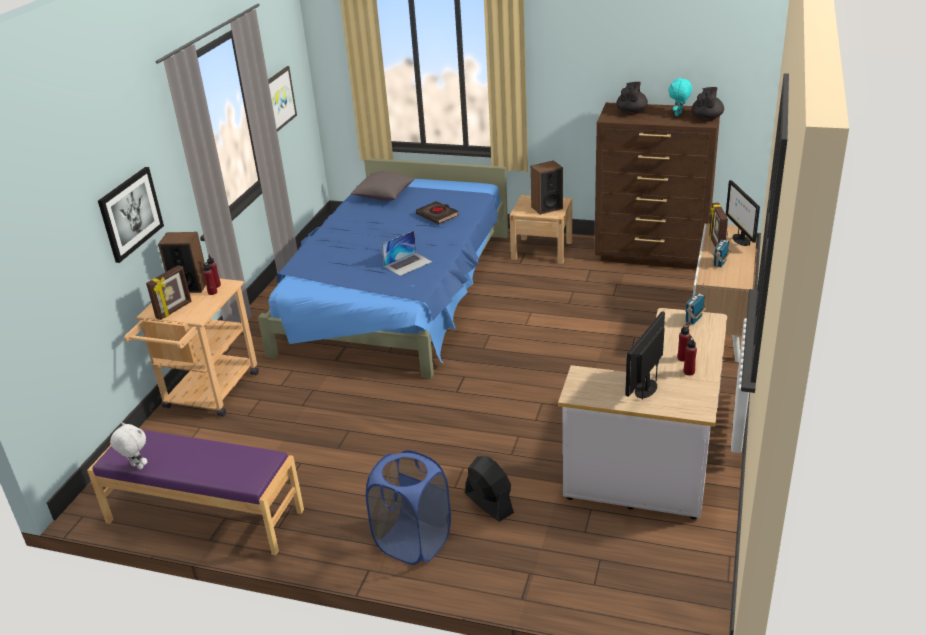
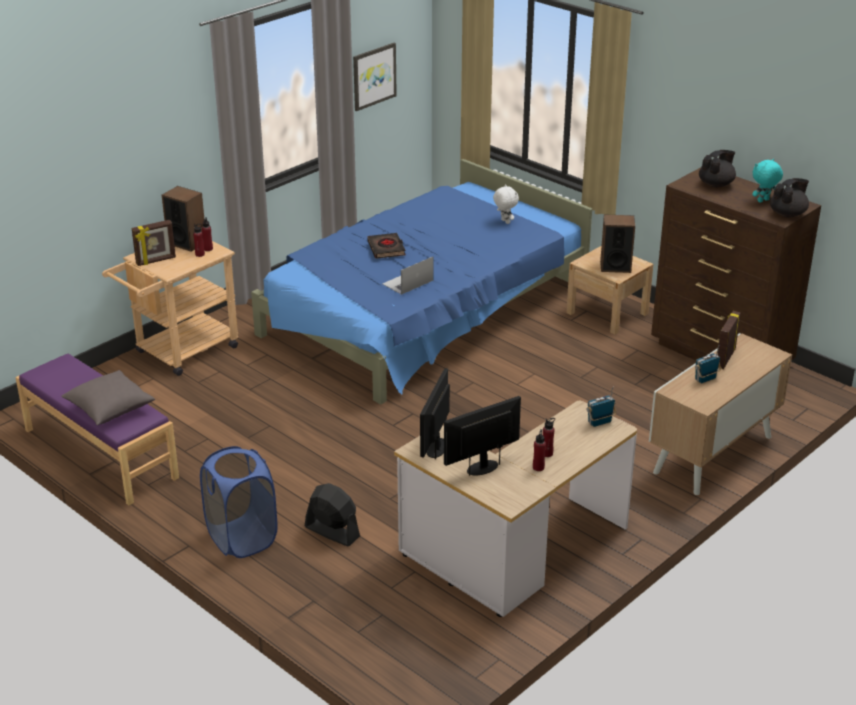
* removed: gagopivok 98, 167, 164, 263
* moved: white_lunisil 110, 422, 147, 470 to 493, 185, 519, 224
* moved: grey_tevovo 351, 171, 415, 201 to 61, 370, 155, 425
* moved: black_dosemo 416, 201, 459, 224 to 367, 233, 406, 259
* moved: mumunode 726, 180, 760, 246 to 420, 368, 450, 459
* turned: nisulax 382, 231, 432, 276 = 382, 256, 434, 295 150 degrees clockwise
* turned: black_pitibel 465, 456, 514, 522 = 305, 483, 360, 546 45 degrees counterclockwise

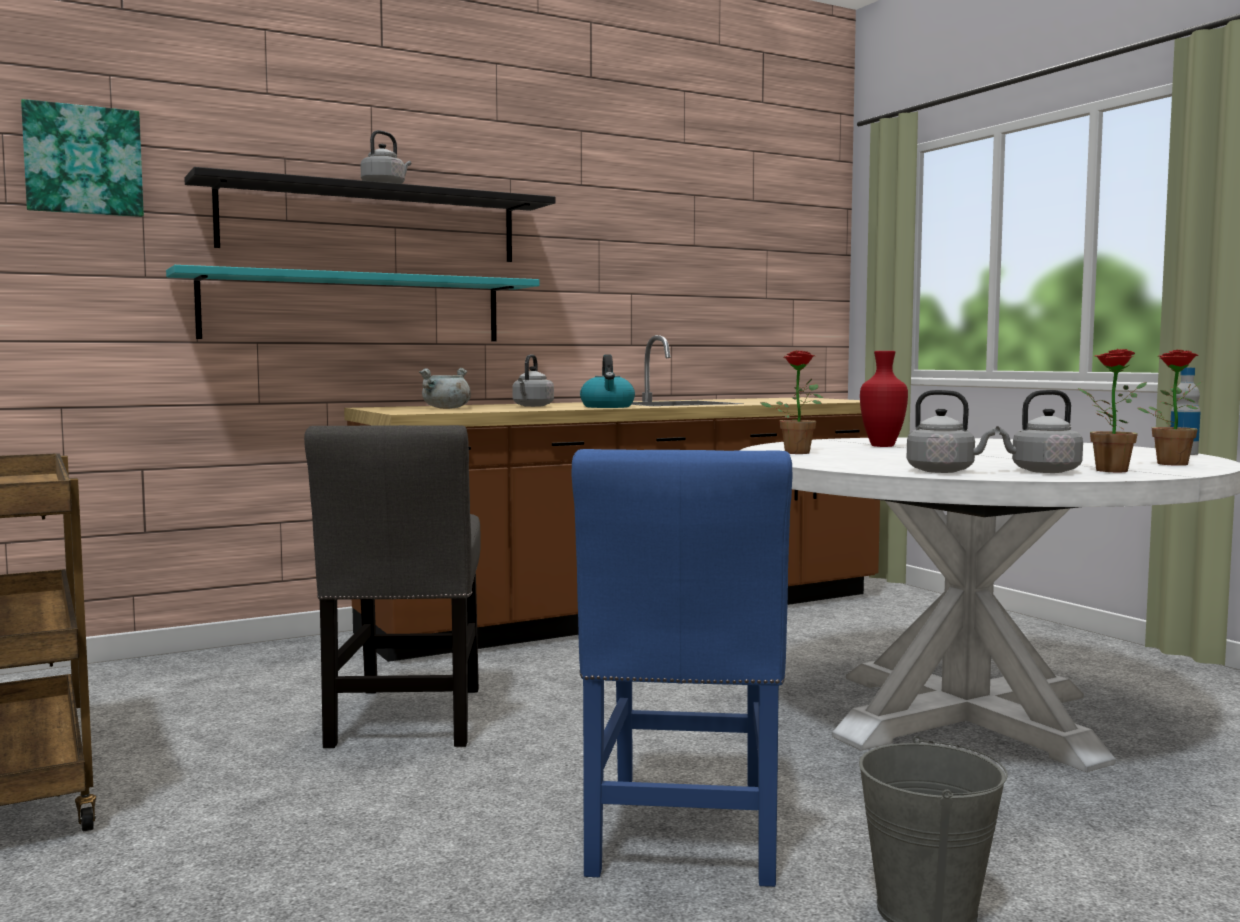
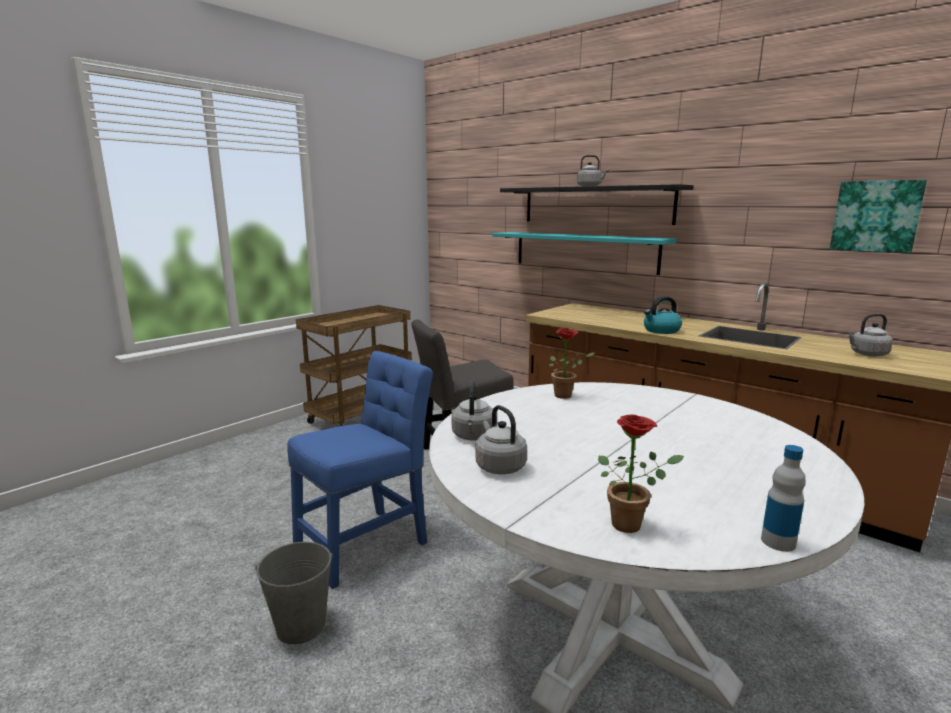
* removed: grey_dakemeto 419, 368, 471, 409
* removed: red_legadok 860, 351, 908, 447
* removed: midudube 1078, 349, 1147, 472
* moved: gagopivok 21, 99, 144, 217 to 830, 180, 927, 253
* moved: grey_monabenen 512, 354, 554, 407 to 846, 314, 893, 356
* turned: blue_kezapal 572, 449, 792, 887 = 287, 351, 433, 589 150 degrees clockwise

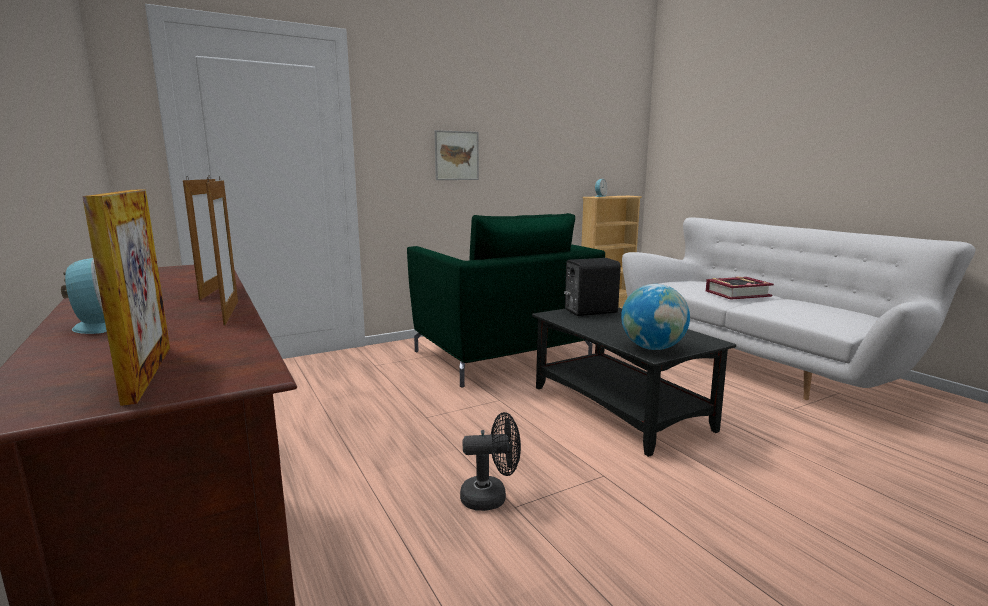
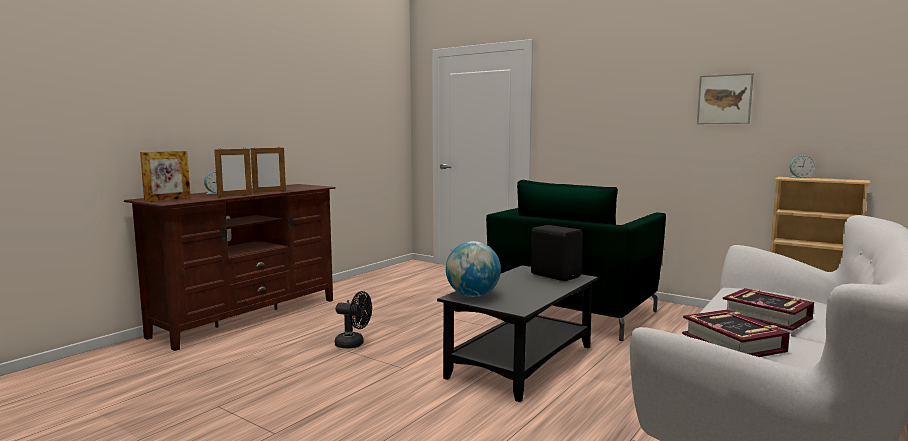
* added: dosemo 682, 310, 790, 357
* moved: gagopivok 434, 130, 479, 180 to 697, 73, 754, 124
* turned: black_pitibel 460, 412, 521, 511 = 335, 291, 372, 348 45 degrees counterclockwise

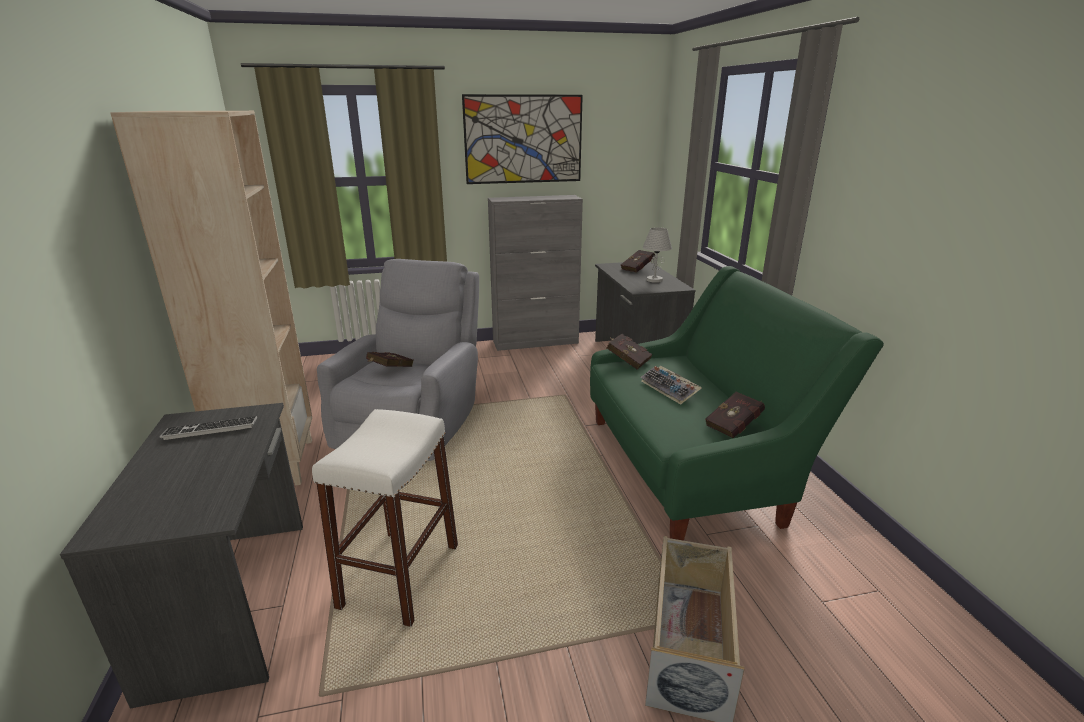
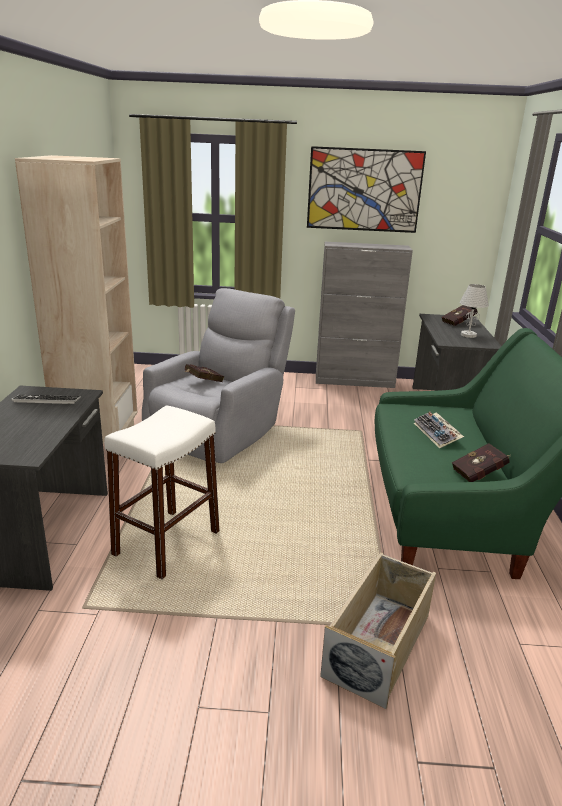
* removed: red_dosemo 607, 334, 652, 370

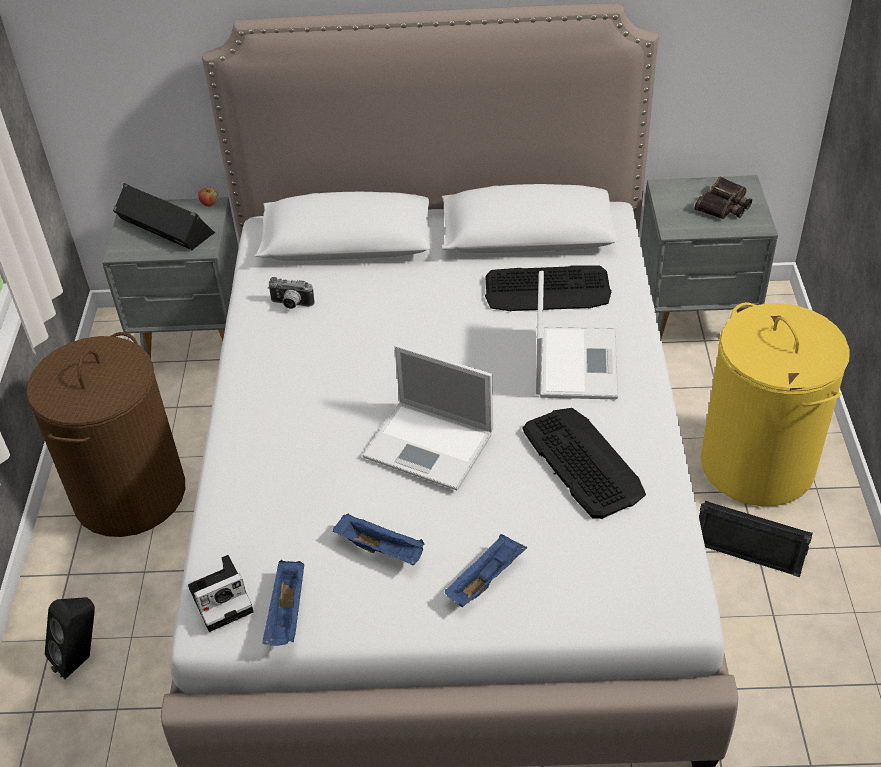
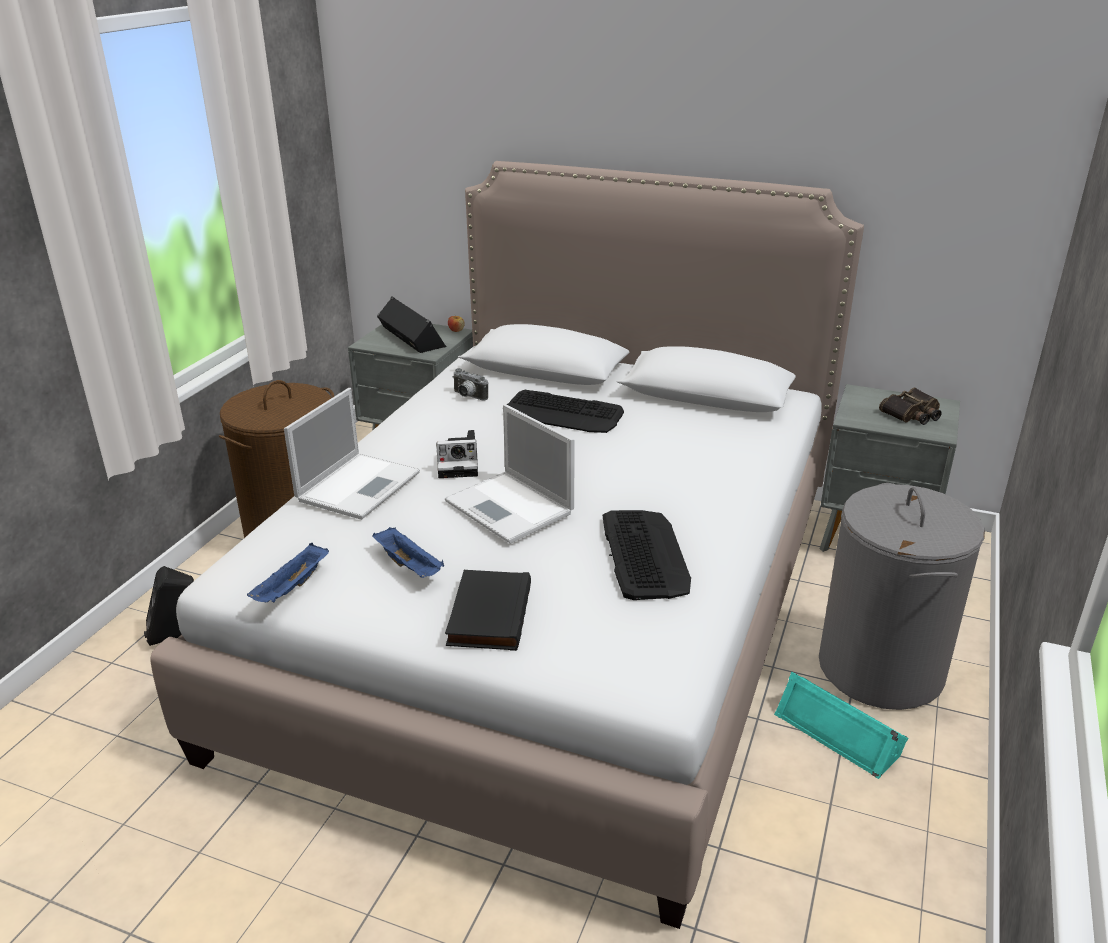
* moved: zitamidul 188, 555, 254, 632 to 436, 430, 478, 478
* moved: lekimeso 485, 266, 612, 311 to 506, 390, 624, 433
* moved: nisulax 536, 271, 619, 400 to 284, 388, 420, 520
* replaced: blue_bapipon 445, 534, 527, 607 to black_dosemo 445, 570, 531, 651
* recoloured: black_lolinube 699, 501, 813, 577 to turquoise_lolinube 774, 672, 908, 779
* recoloured: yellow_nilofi 701, 302, 850, 506 to grey_nilofi 819, 483, 985, 710

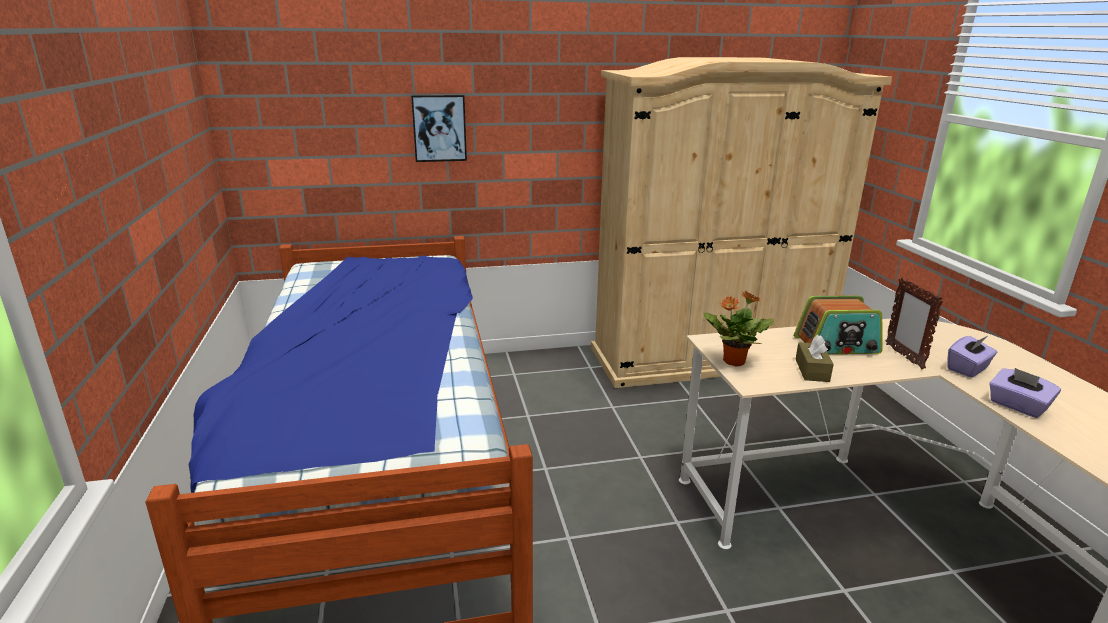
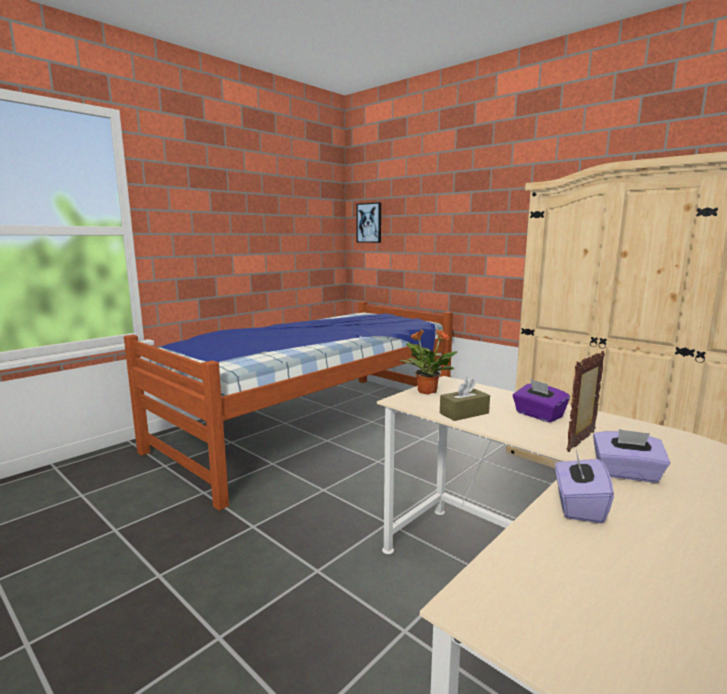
* moved: gagopivok 411, 95, 467, 162 to 356, 202, 381, 243
* replaced: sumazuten 794, 295, 883, 354 to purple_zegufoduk 513, 379, 570, 422

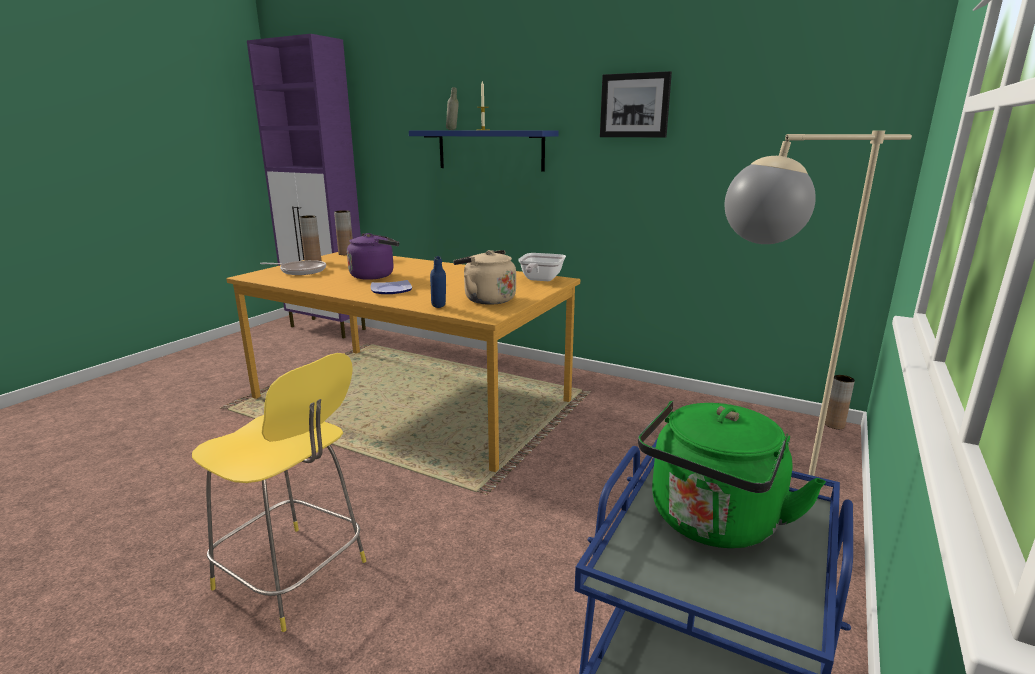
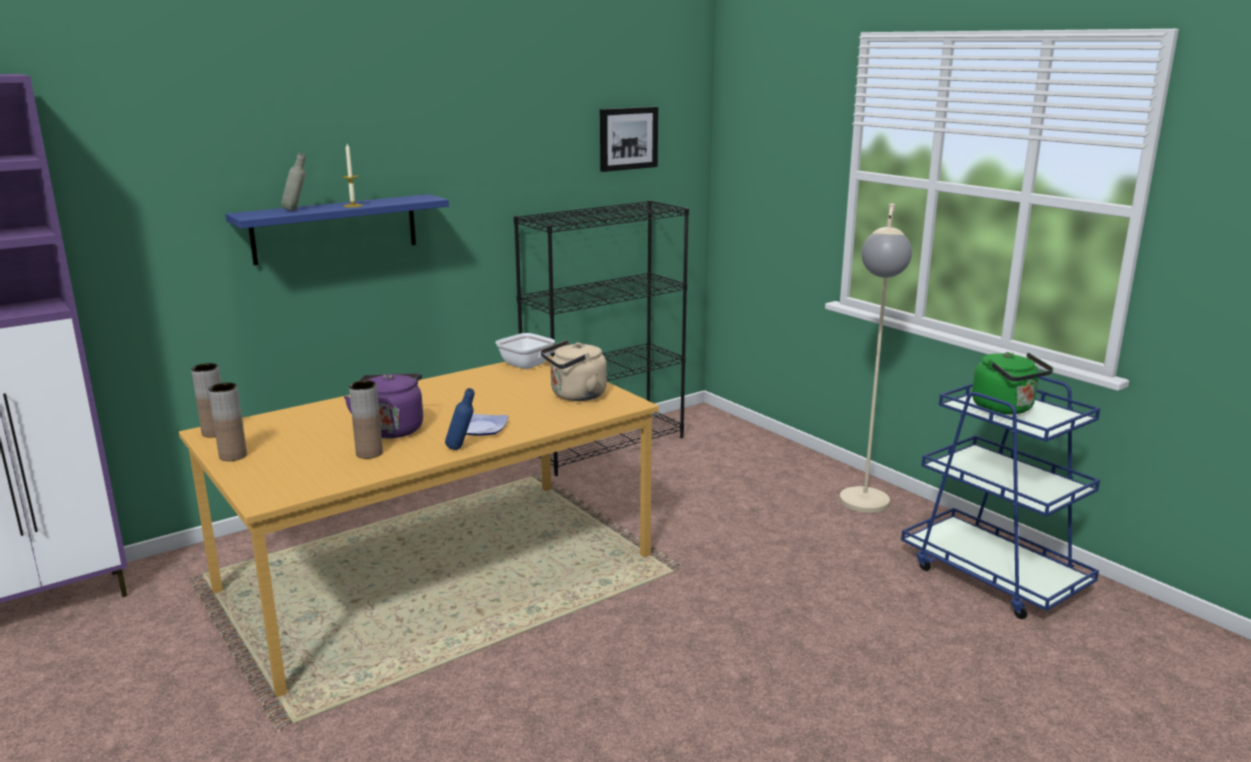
* removed: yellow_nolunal 192, 353, 366, 632
* removed: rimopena 260, 260, 326, 275
* added: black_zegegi 514, 200, 689, 476
* moved: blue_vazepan 430, 256, 446, 308 to 445, 388, 474, 450
* moved: gagopivok 600, 71, 672, 137 to 600, 107, 658, 172
* moved: brown_legadok 825, 375, 855, 429 to 349, 381, 383, 459

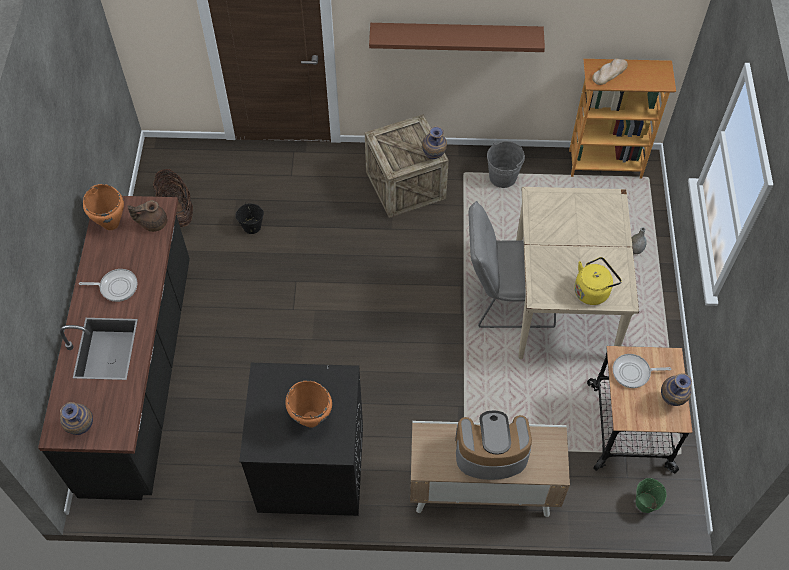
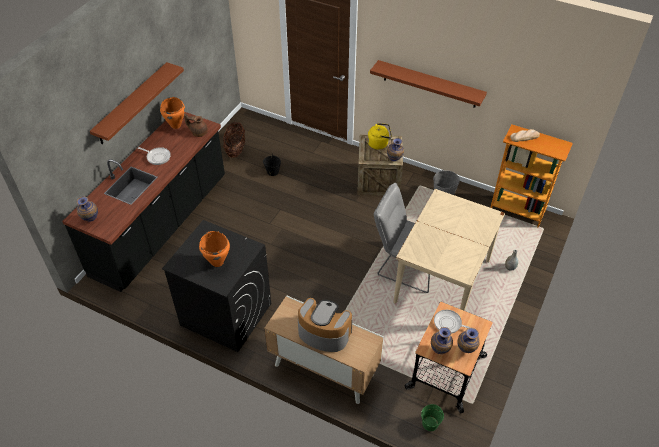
* added: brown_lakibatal 90, 62, 184, 144
* added: legadok 431, 327, 453, 354
* moved: yellow_monabenen 574, 257, 622, 305 to 367, 123, 392, 149

